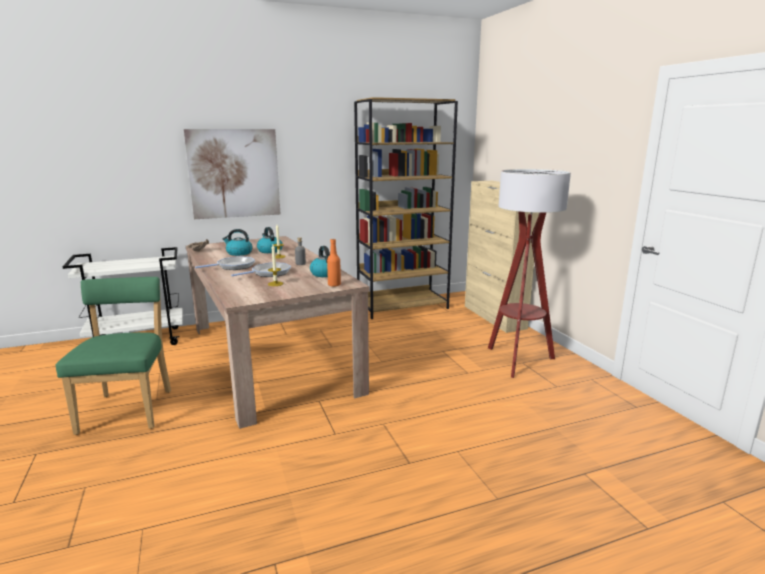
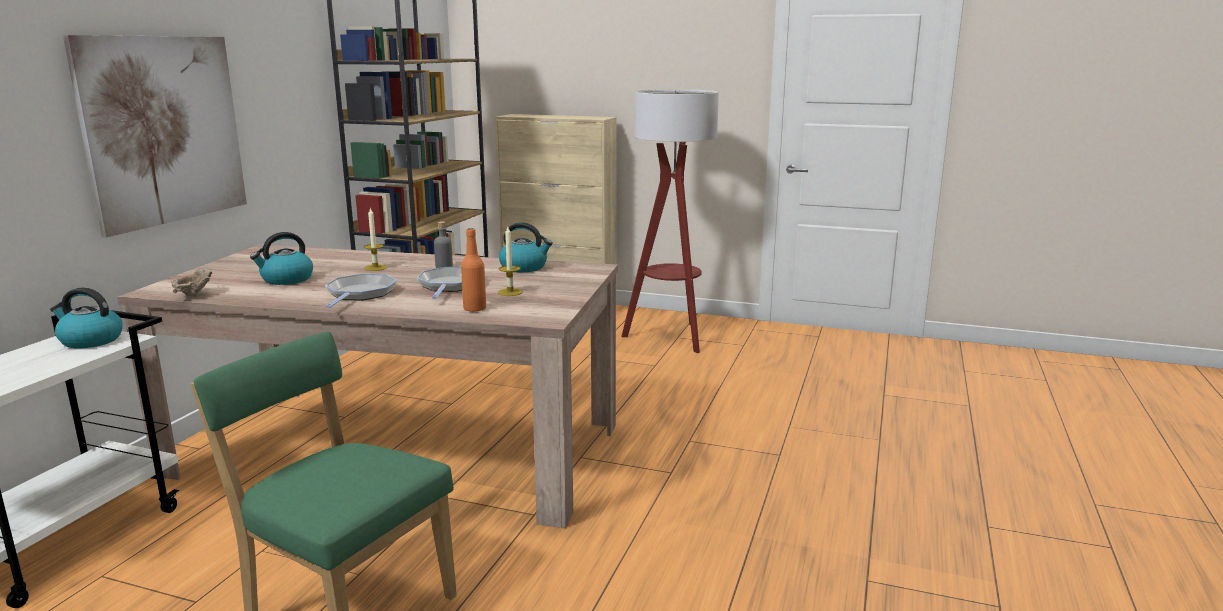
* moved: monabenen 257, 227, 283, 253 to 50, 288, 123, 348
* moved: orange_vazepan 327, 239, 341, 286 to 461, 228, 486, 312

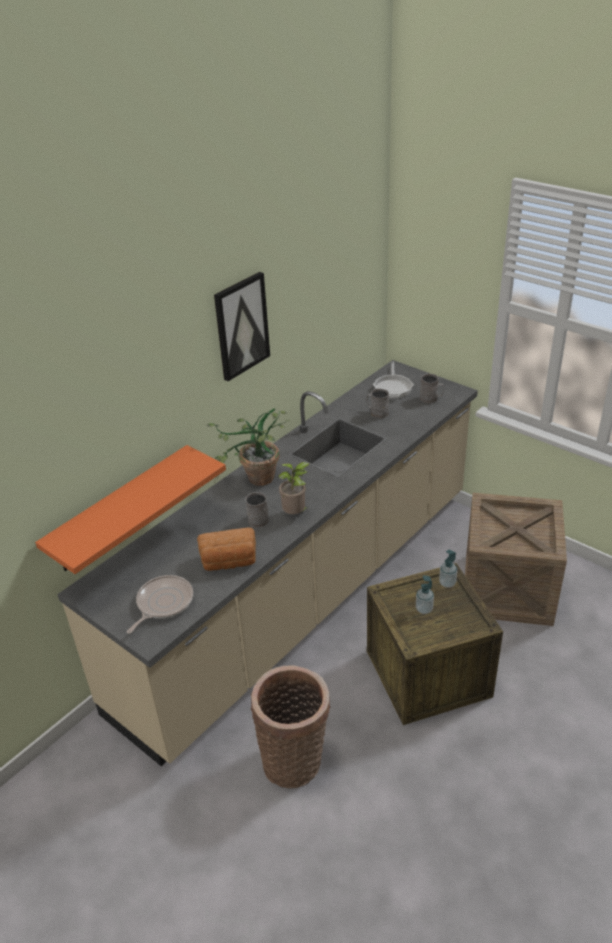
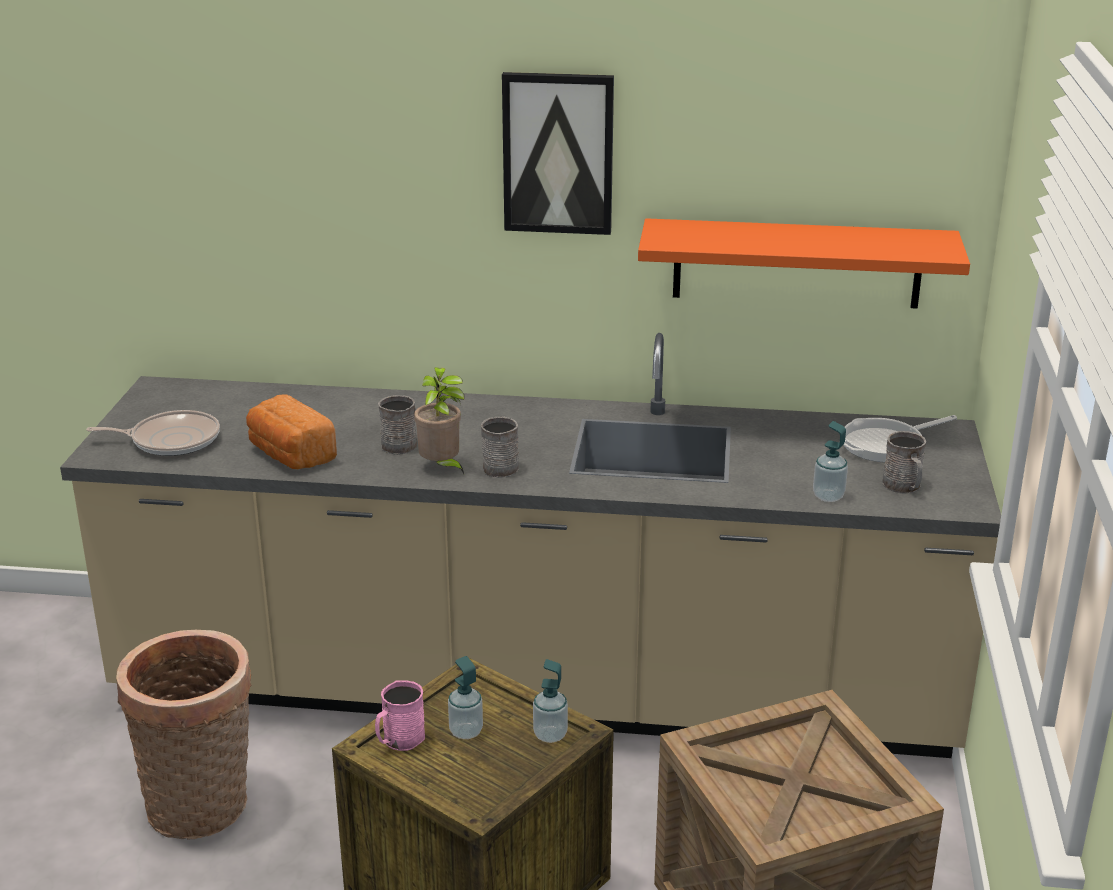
* removed: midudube 207, 408, 290, 486
* added: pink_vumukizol 375, 681, 425, 751
* added: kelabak 813, 421, 848, 502
* moved: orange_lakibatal 35, 445, 226, 574 to 638, 218, 970, 309
* moved: grey_vumukizol 366, 389, 389, 419 to 481, 417, 519, 478

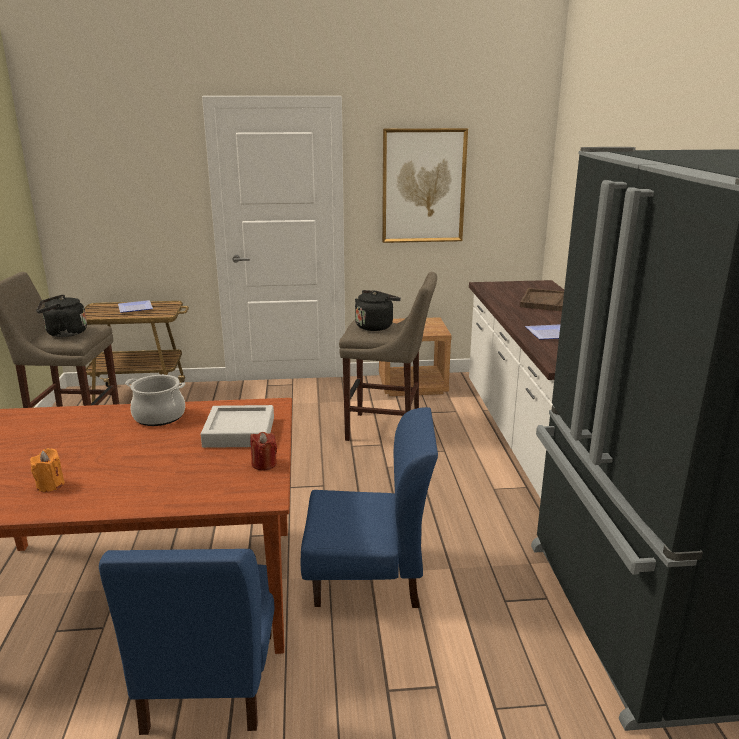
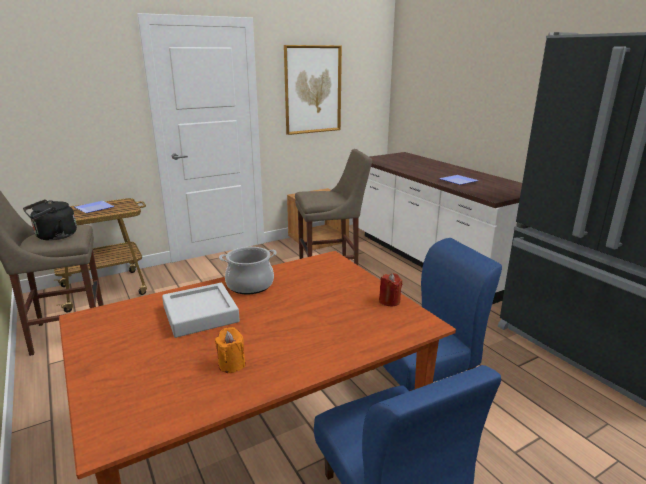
* removed: black_monabenen 355, 290, 401, 331
* removed: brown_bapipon 520, 288, 564, 311
* moved: grey_bapipon 201, 405, 274, 448 to 162, 283, 240, 338

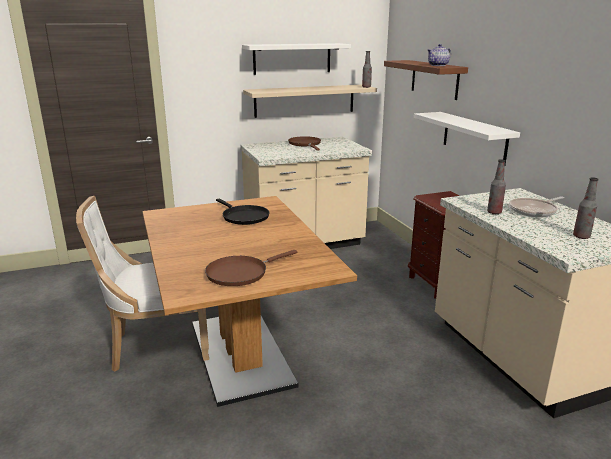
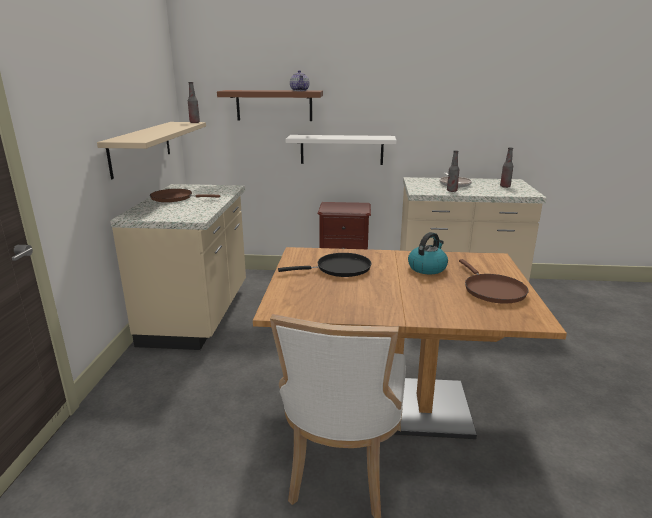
* removed: white_lakibatal 242, 43, 351, 75
* added: monabenen 408, 232, 448, 274

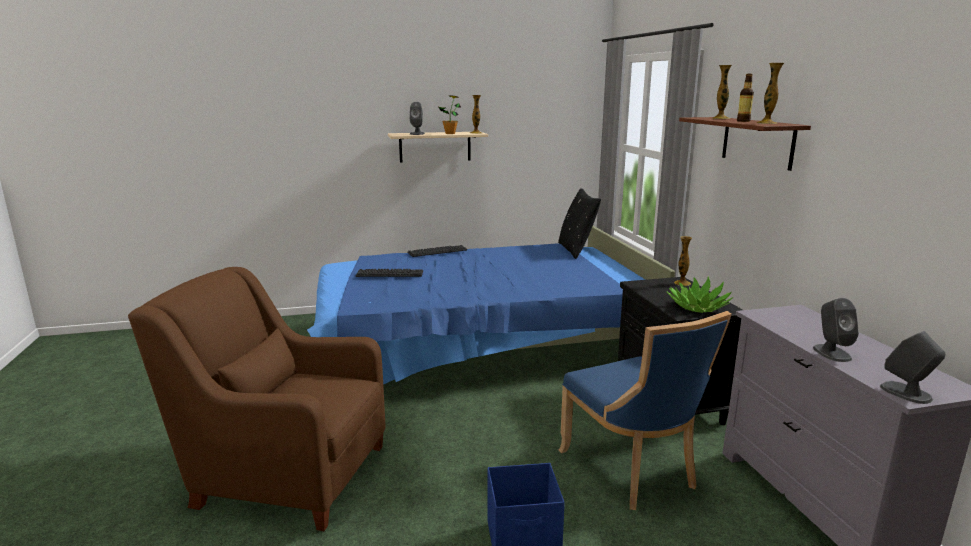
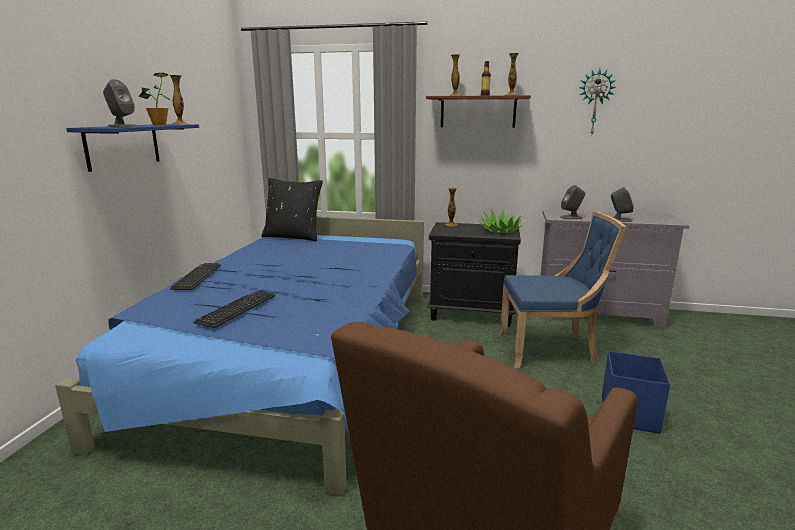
* added: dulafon 579, 69, 617, 134
* moved: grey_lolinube 880, 331, 946, 404 to 560, 185, 586, 219
* recoloured: beige_lakibatal 388, 132, 488, 163 to blue_lakibatal 66, 124, 199, 172

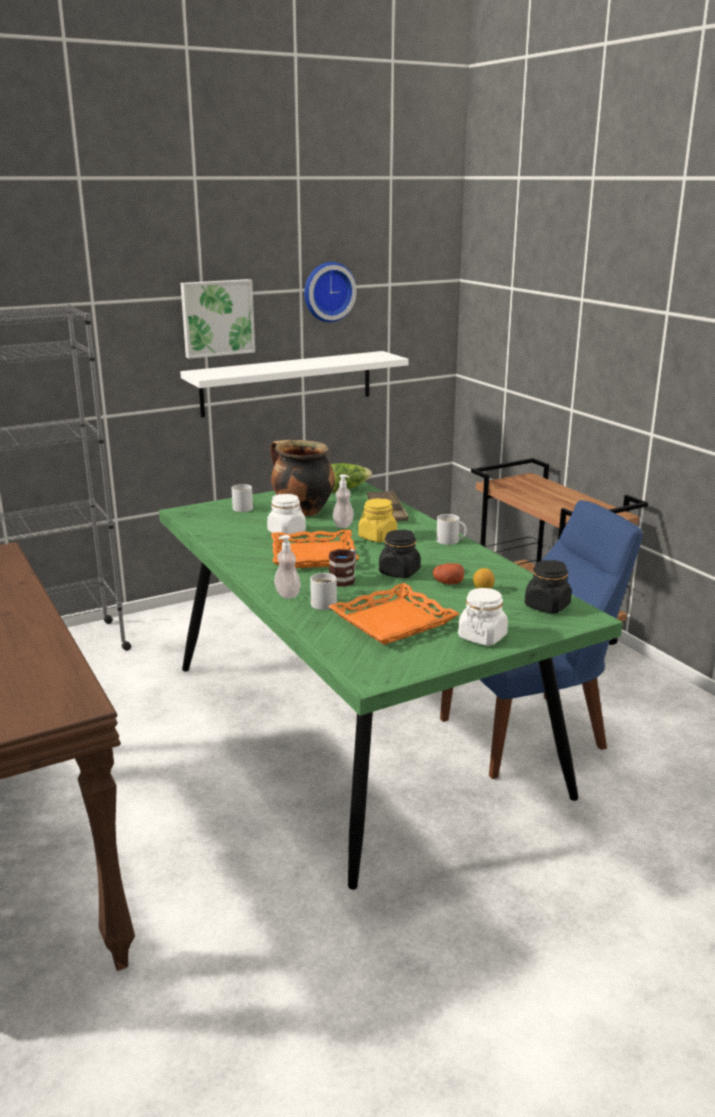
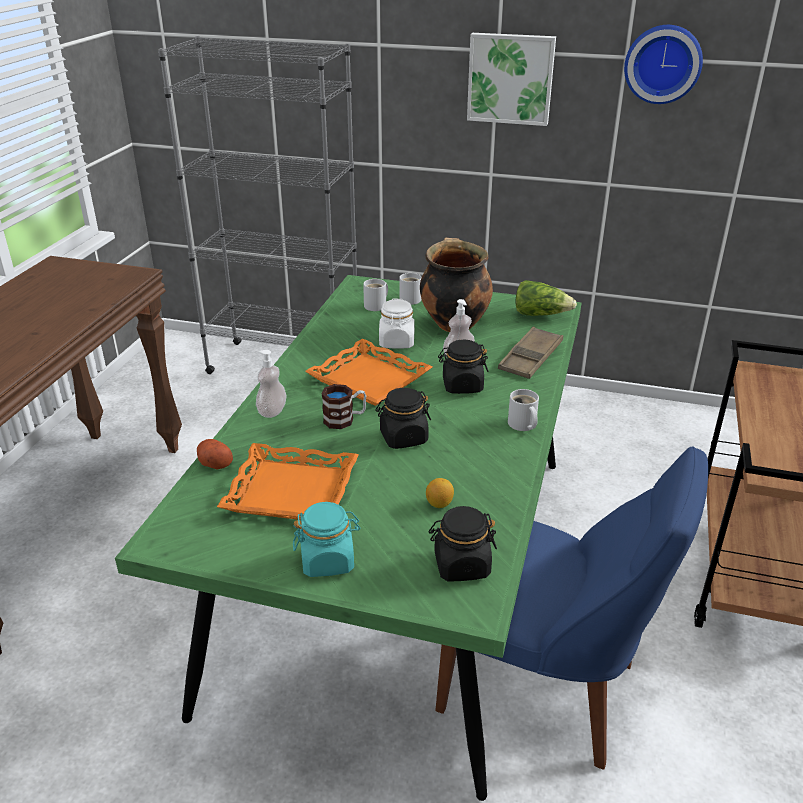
* removed: white_lakibatal 180, 351, 409, 417
* moved: white_vumukizol 310, 573, 337, 610 to 363, 279, 388, 311
* moved: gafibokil 433, 563, 464, 585 to 197, 439, 233, 469
* recoloured: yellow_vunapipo 358, 499, 397, 542 to black_vunapipo 438, 340, 489, 394
* recoloured: white_vunapipo 458, 588, 508, 646 to turquoise_vunapipo 293, 502, 360, 577

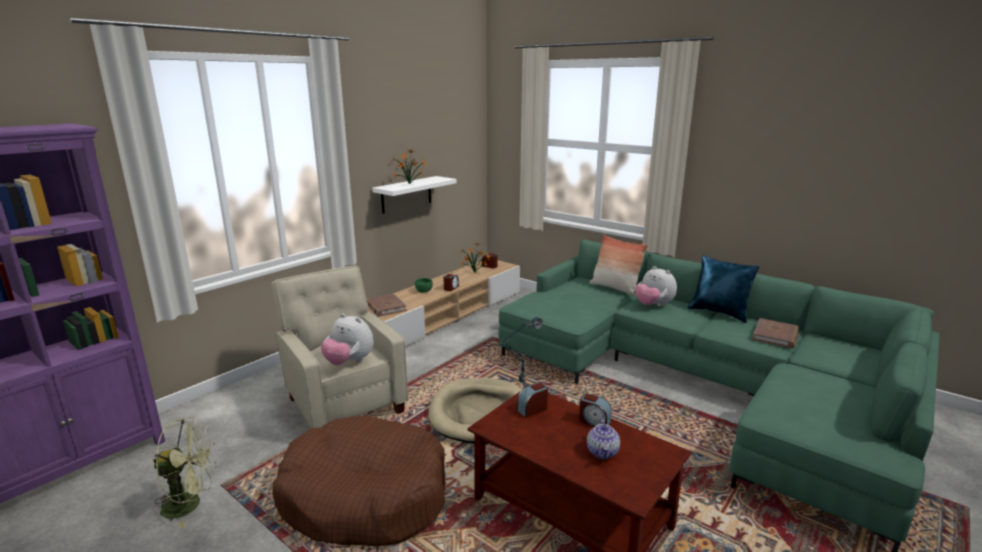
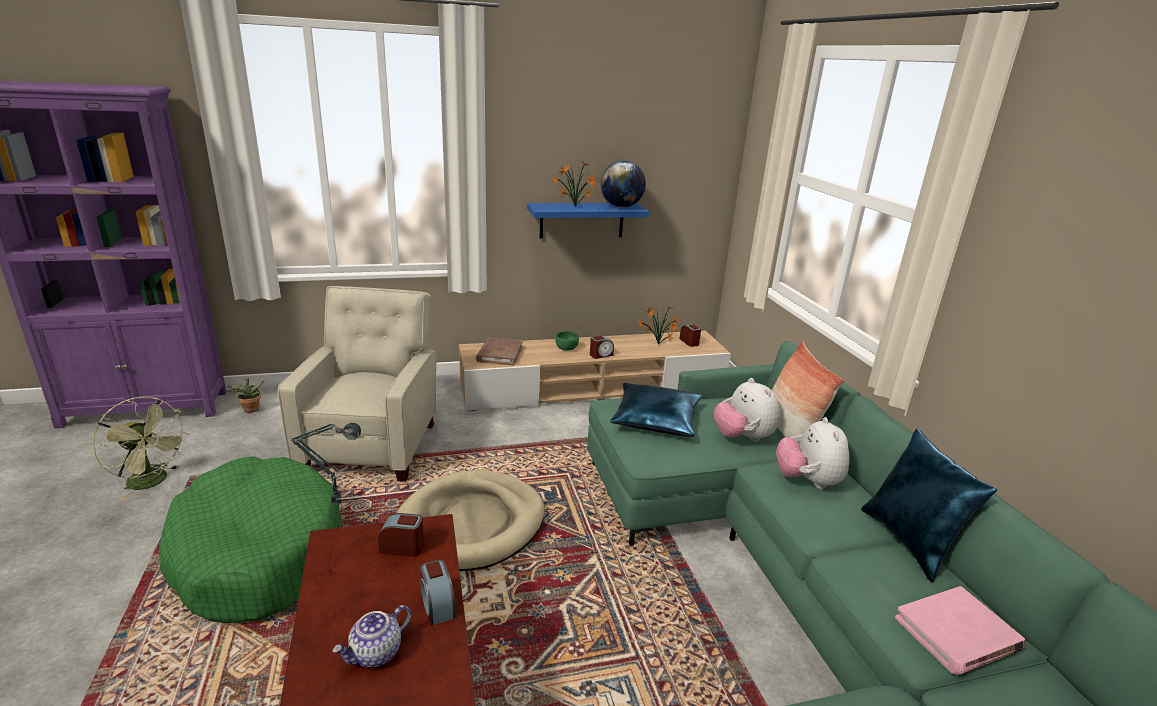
* added: midudube 227, 378, 264, 413
* added: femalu 601, 161, 646, 208
* added: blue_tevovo 610, 383, 702, 437
* moved: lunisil 321, 314, 374, 365 to 714, 378, 780, 442
* recoloured: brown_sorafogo 272, 416, 445, 546 to green_sorafogo 159, 456, 341, 623
* recoloured: white_lakibatal 372, 176, 456, 214 to blue_lakibatal 527, 203, 649, 238
* recoloured: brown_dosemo 752, 318, 799, 349 to pink_dosemo 895, 586, 1026, 675

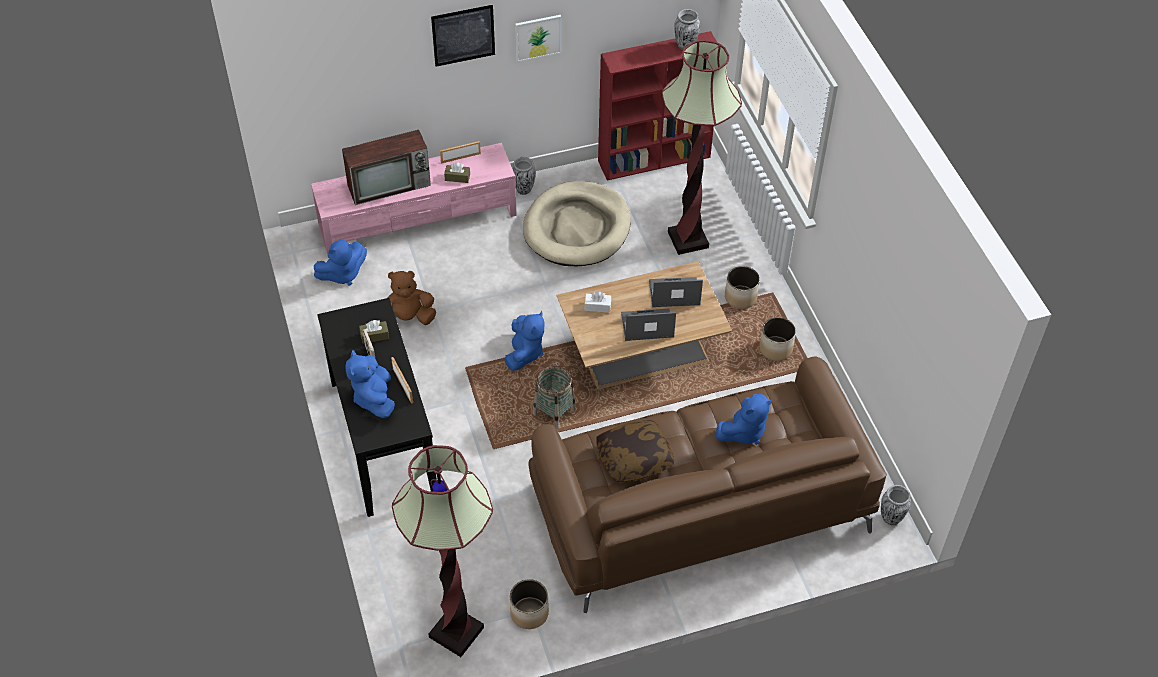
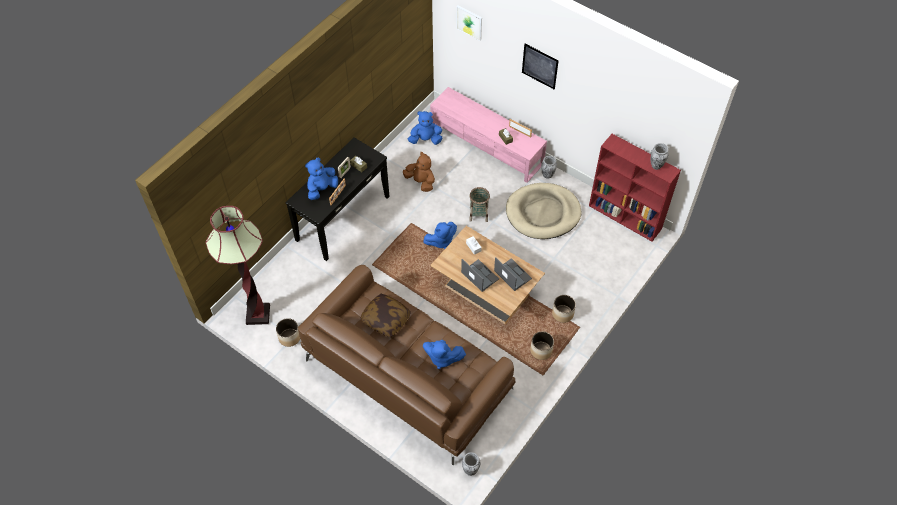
* removed: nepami 342, 130, 431, 205
* removed: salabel 662, 40, 742, 255
* moved: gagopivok 515, 15, 561, 62 to 456, 6, 482, 41
* moved: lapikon 533, 366, 576, 429 to 469, 187, 490, 222
* turned: blue_lunisil 314, 239, 367, 286 = 408, 111, 443, 145 150 degrees clockwise

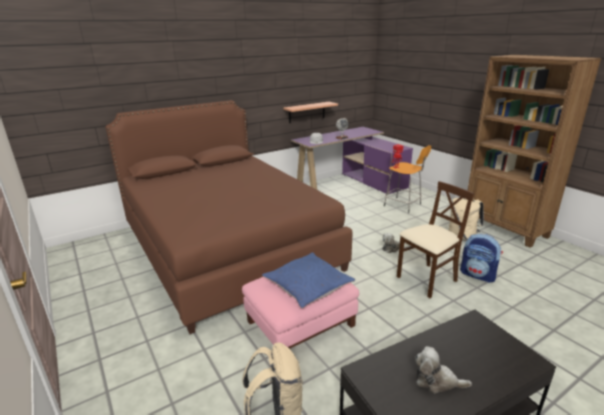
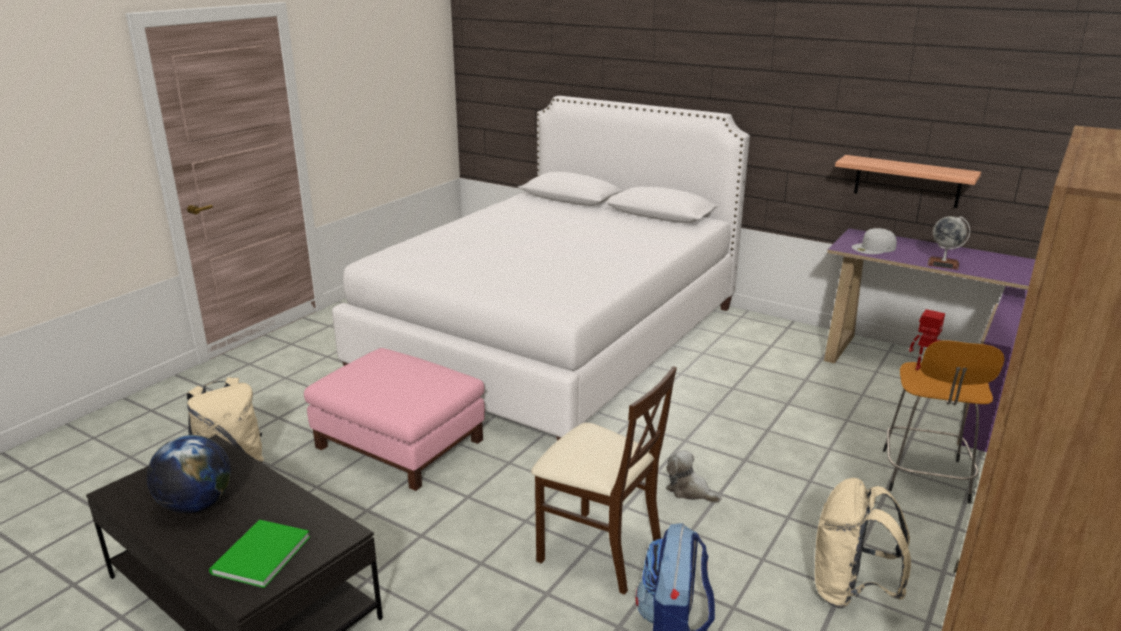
* removed: blue_tevovo 262, 252, 355, 308
* added: green_dosemo 209, 520, 310, 588
* replaced: lunisil 415, 346, 472, 393 to femalu 147, 435, 231, 513
* recoloured: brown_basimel 105, 100, 353, 334 to white_basimel 332, 96, 750, 441

